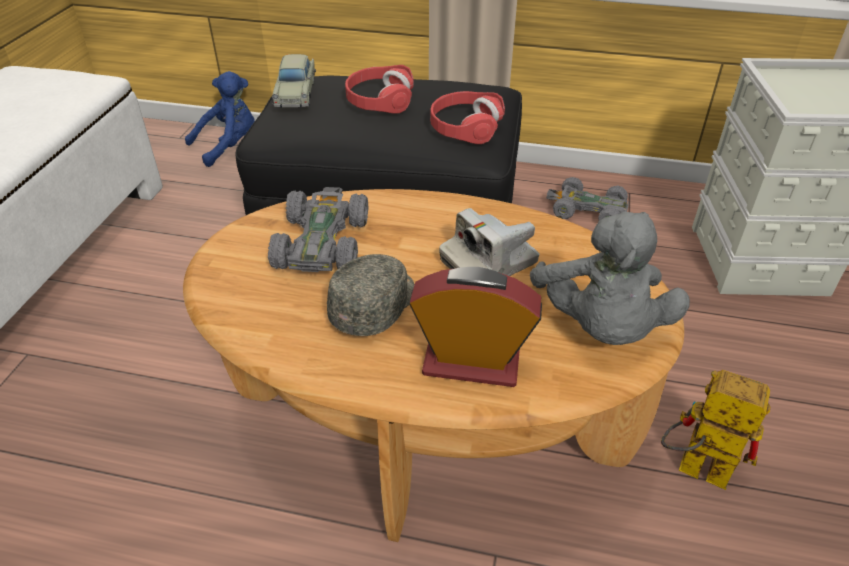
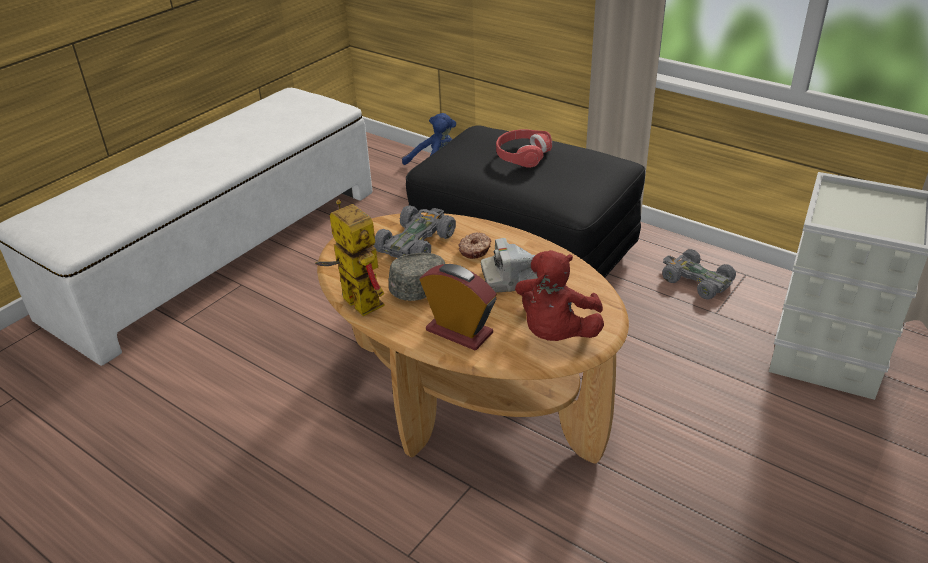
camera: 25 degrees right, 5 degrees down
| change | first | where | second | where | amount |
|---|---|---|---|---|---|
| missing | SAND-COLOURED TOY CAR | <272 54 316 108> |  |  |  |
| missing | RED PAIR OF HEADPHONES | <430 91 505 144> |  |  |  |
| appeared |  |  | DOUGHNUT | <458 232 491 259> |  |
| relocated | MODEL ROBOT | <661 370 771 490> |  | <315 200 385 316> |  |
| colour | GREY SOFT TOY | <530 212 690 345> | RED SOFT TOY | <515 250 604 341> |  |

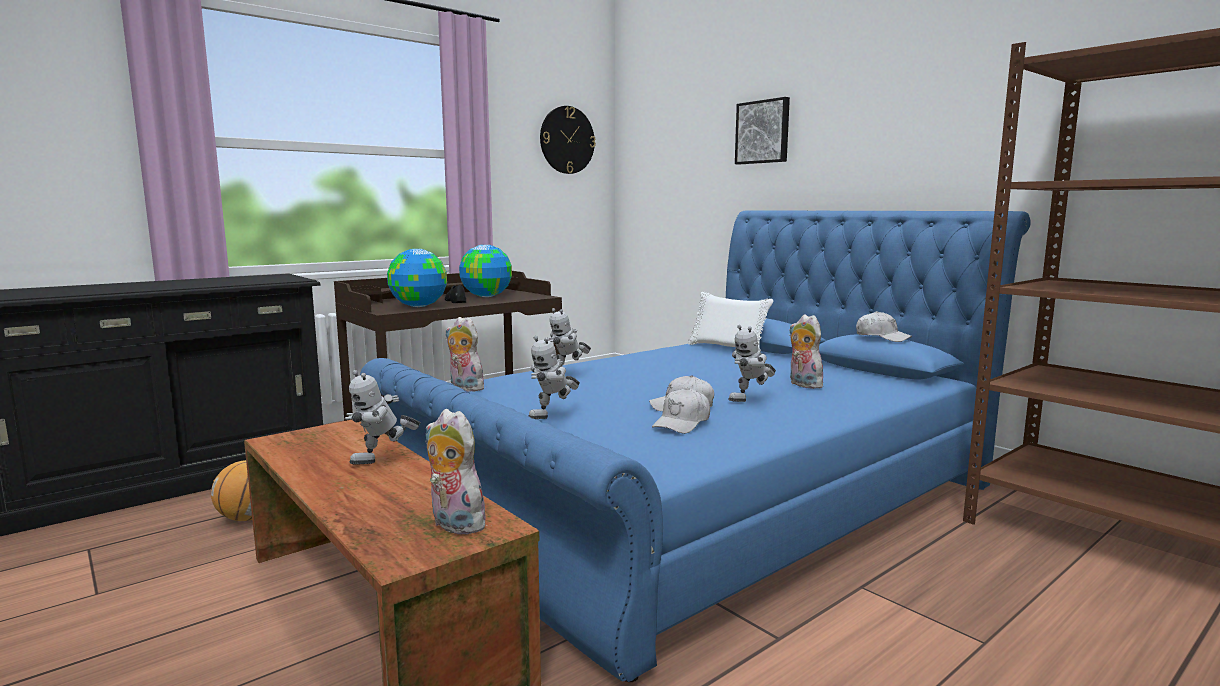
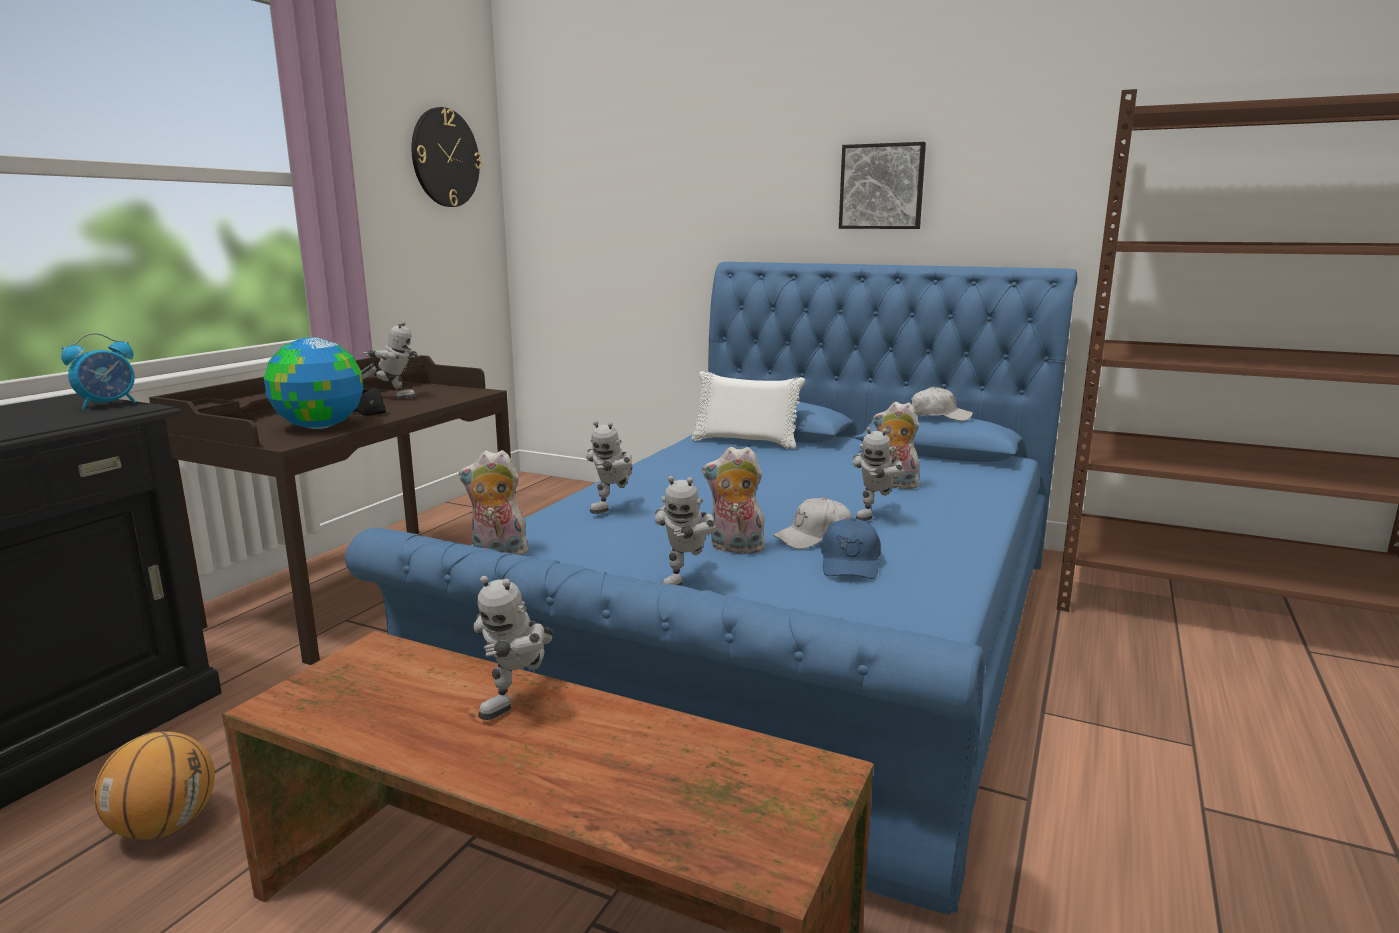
camera: 25 degrees left, 5 degrees up
| change | first | where | second | where | amount |
|---|---|---|---|---|---|
| appeared |  |  | TABLE CLOCK | <61 333 136 410> |  |
| relocated | SOFT TOY | <426 409 488 535> |  | <702 447 767 556> |  |
| relocated | PICTURE | <735 97 790 164> |  | <839 142 926 229> |  |
| exchanged | GLOBE | <459 245 512 297> | MODEL ROBOT | <362 321 420 399> |  |
| colour | WHITISH PEAKED CAP | <652 388 710 434> | BLUE PEAKED CAP | <821 518 881 579> |  |

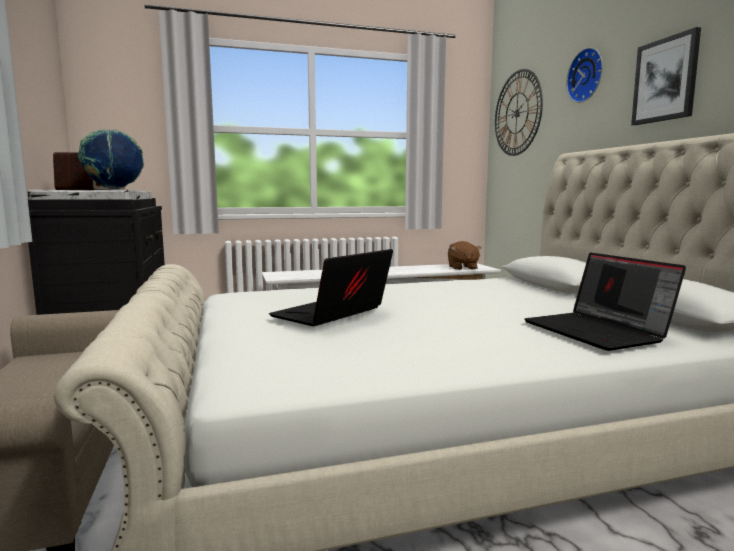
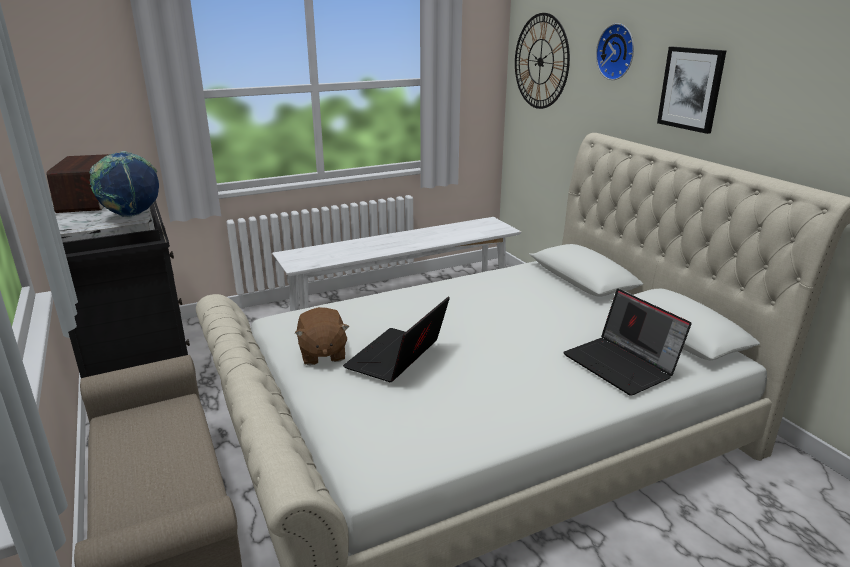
camera: 10 degrees left, 15 degrees up
| change | first | where | second | where | amount |
|---|---|---|---|---|---|
| relocated | BROWNISH SOFT TOY | <448 241 482 270> |  | <295 307 349 365> |  |

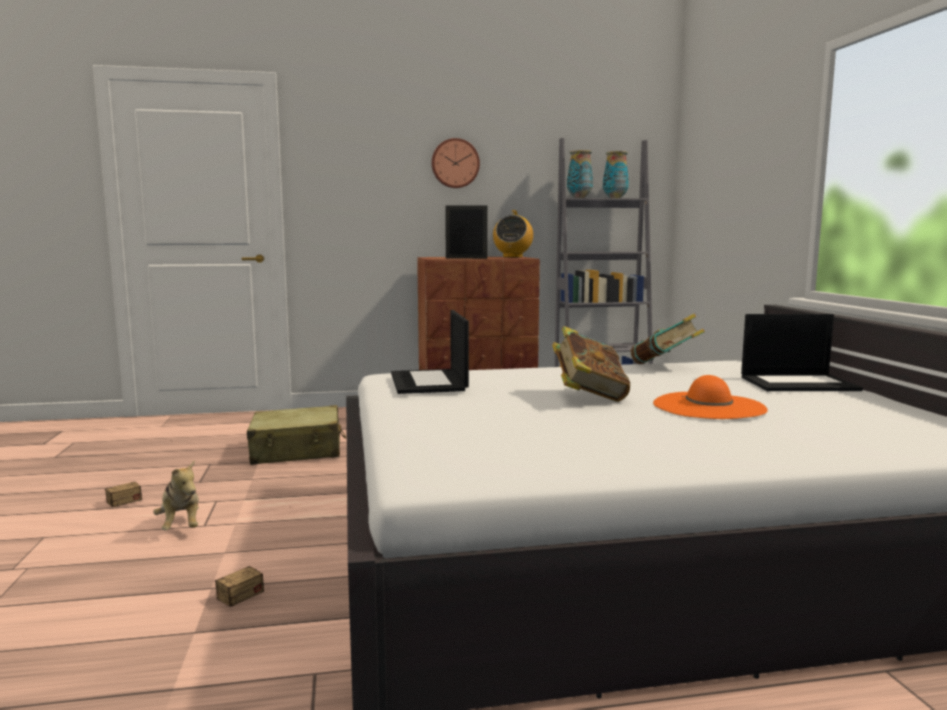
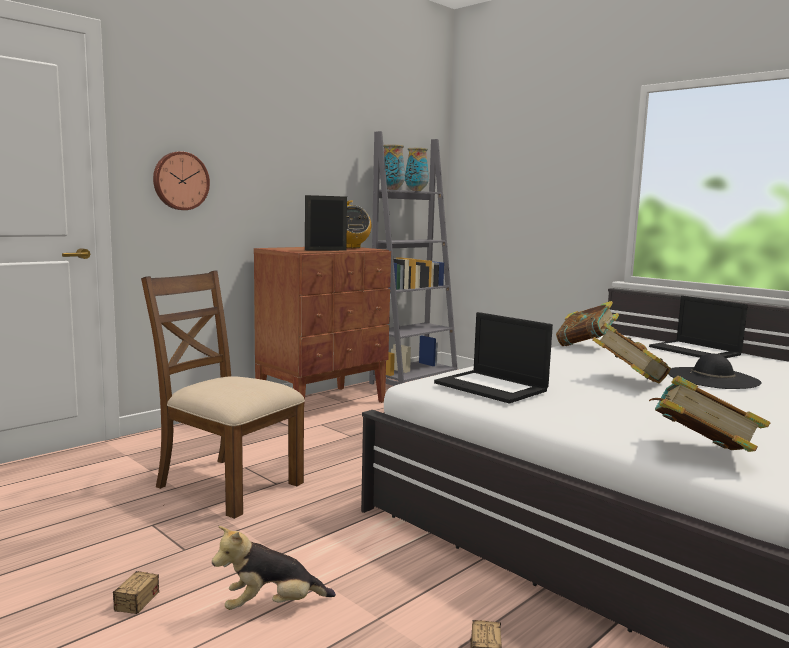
camera: 35 degrees left, 0 degrees up
| change | first | where | second | where | amount |
|---|---|---|---|---|---|
| appeared |  |  | BOOK | <649 376 770 452> |  |
| relocated | CLOCK ON THE WALL | <431 138 480 188> |  | <153 151 210 210> |  |
| exchanged | SAND-COLOURED TRAVEL CASE | <247 405 346 465> | BROWNISH UPRIGHT CHAIR | <141 270 305 519> |  |
| colour | ORANGE-COLOURED CLOTHING HAT | <653 375 768 419> | BLACK-COLOURED CLOTHING HAT | <668 353 761 389> |  |
| spun | SOFT TOY | <153 460 199 530> |  | <212 526 336 610> | 135 degrees clockwise |
| spun | LAPTOP | <741 314 863 391> |  | <649 296 748 358> | 90 degrees clockwise |

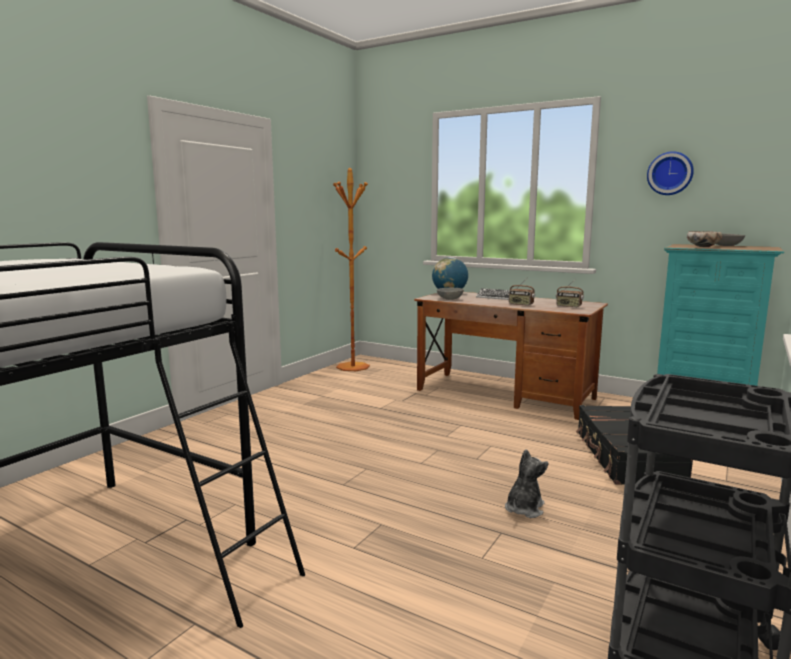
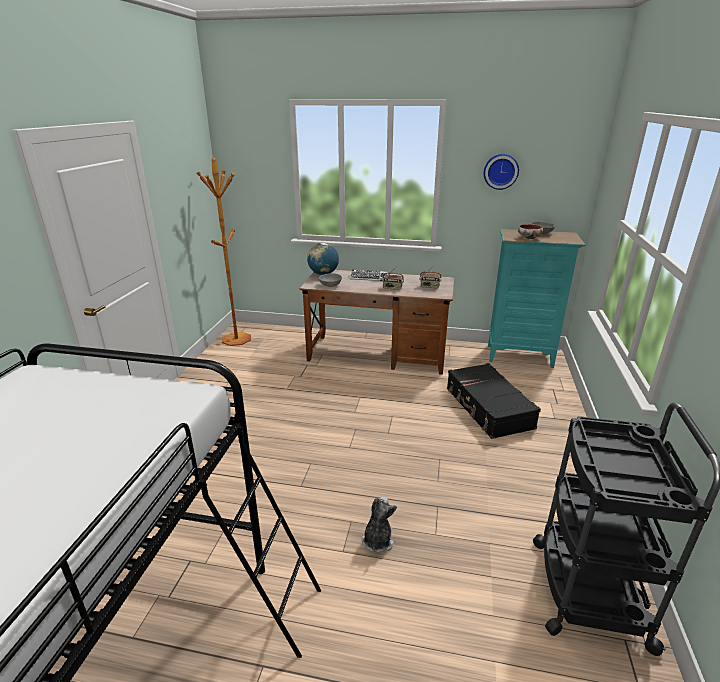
camera: 20 degrees left, 15 degrees up
| change | first | where | second | where | amount |
|---|---|---|---|---|---|
| relocated | SOFT TOY | <505 449 549 518> |  | <362 496 397 553> |  |

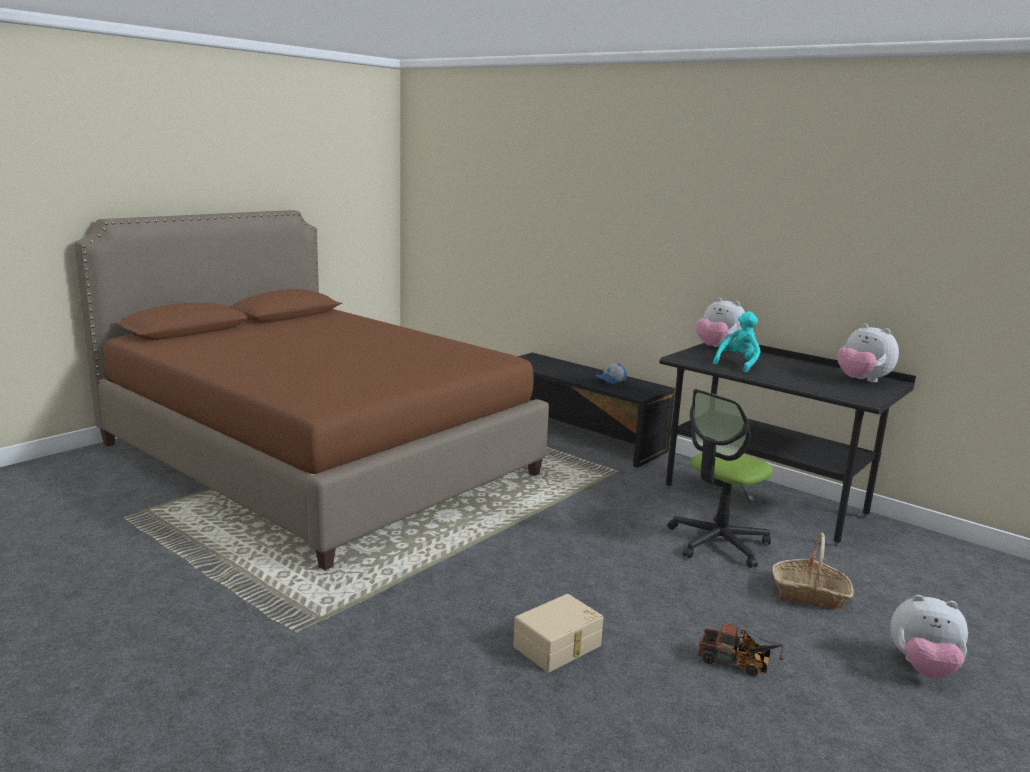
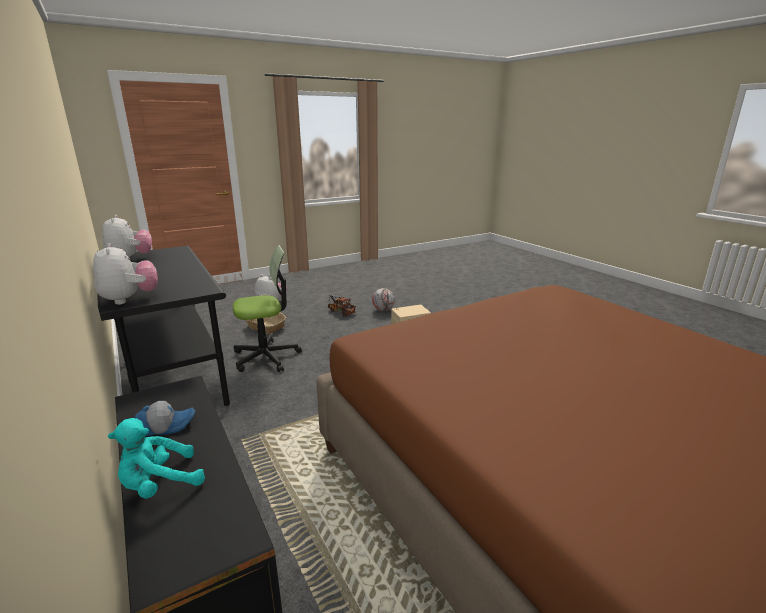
camera: 160 degrees left, 5 degrees up
| change | first | where | second | where | amount |
|---|---|---|---|---|---|
| appeared |  |  | BALL FOR FOOTBALL | <372 288 395 311> |  |
| relocated | TURQUOISE SOFT TOY | <713 311 761 373> |  | <108 418 205 499> |  |

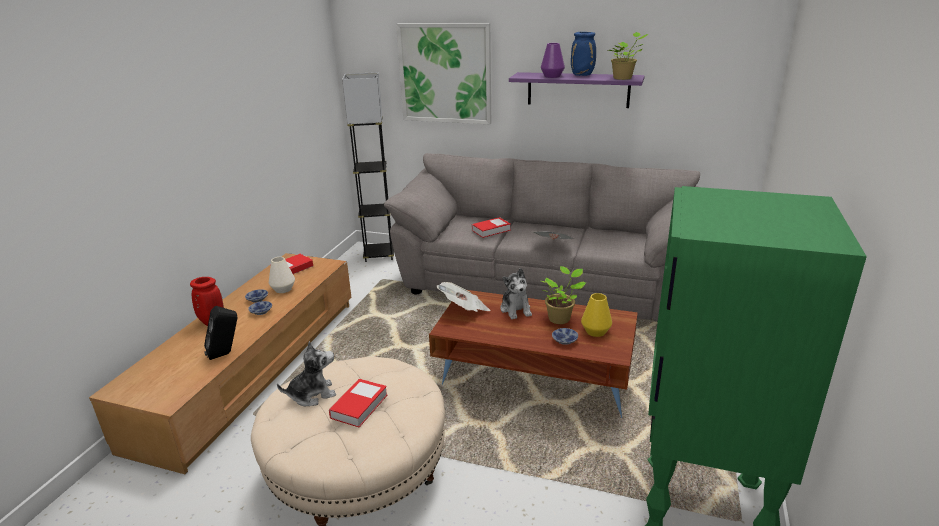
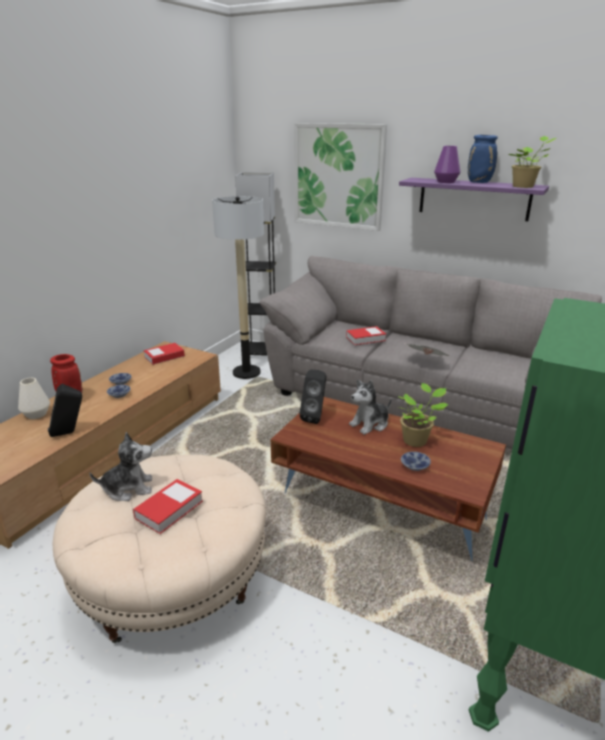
camera: 10 degrees right, 0 degrees up
| change | first | where | second | where | amount |
|---|---|---|---|---|---|
| missing | YELLOWISH VASE | <581 293 612 337> |  |  |  |
| appeared |  |  | STANDARD LAMP | <212 196 264 379> |  |
| relocated | WHITISH VASE | <269 257 295 293> |  | <18 378 50 419> |  |
| exchanged | PRINTED PAPER | <436 282 491 312> | BLACK-COLOURED AUDIO SPEAKER | <299 370 326 424> |  |
| spun | SOFT TOY | <501 268 532 319> |  | <349 379 392 435> | 60 degrees clockwise |

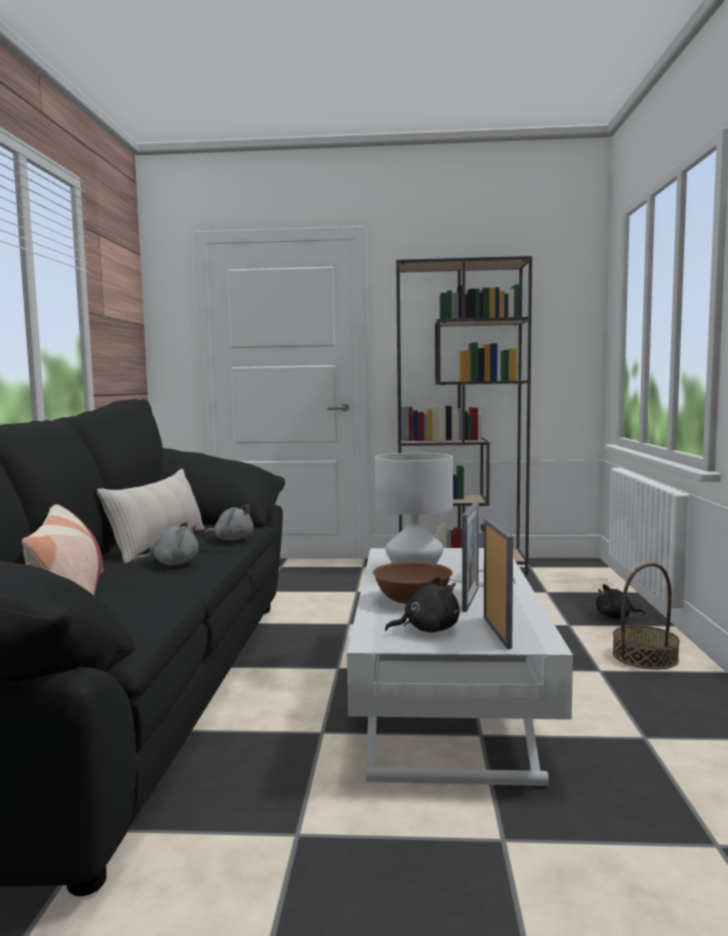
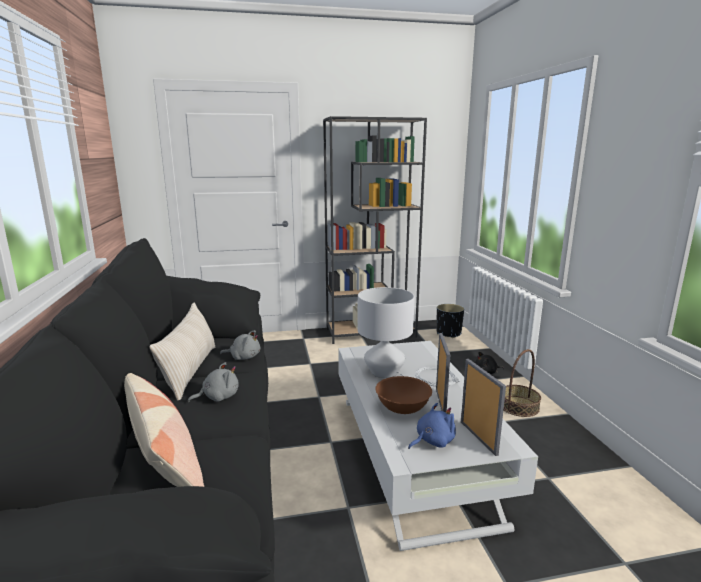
camera: 15 degrees left, 10 degrees up
| change | first | where | second | where | amount |
|---|---|---|---|---|---|
| appeared |  |  | BLACK-COLOURED FLOWER POT | <437 304 464 338> |  |
| colour | BLACK-COLOURED SOFT TOY | <385 577 460 633> | BLUE SOFT TOY | <408 403 456 449> |  |

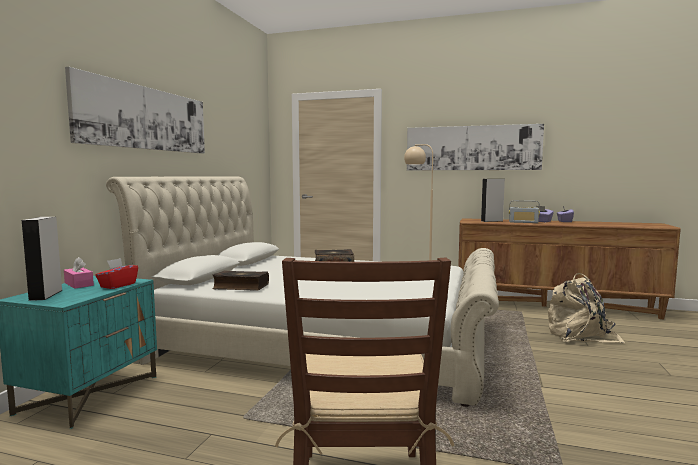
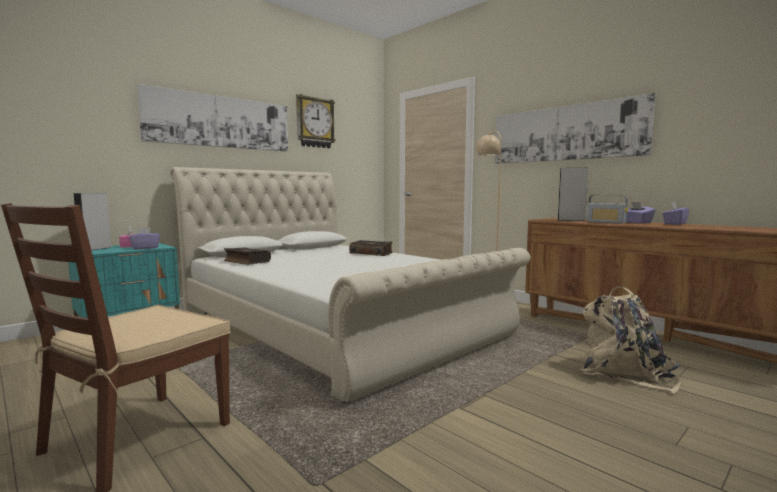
camera: 30 degrees right, 0 degrees up
| change | first | where | second | where | amount |
|---|---|---|---|---|---|
| appeared |  |  | CLOCK ON THE WALL | <296 94 336 148> |  |
| colour | RED TISSUE HOLDER | <95 258 138 289> | PURPLE-COLOURED TISSUE HOLDER | <129 228 160 249> |  |

